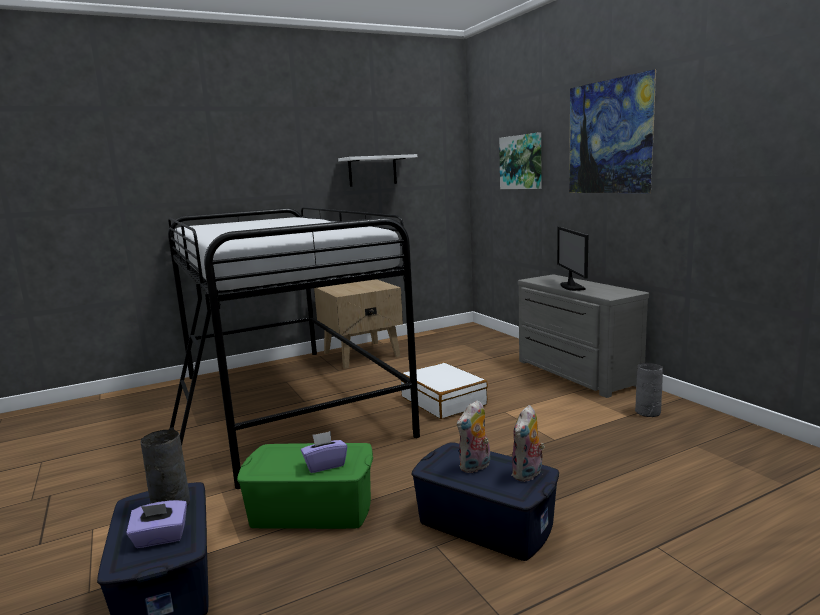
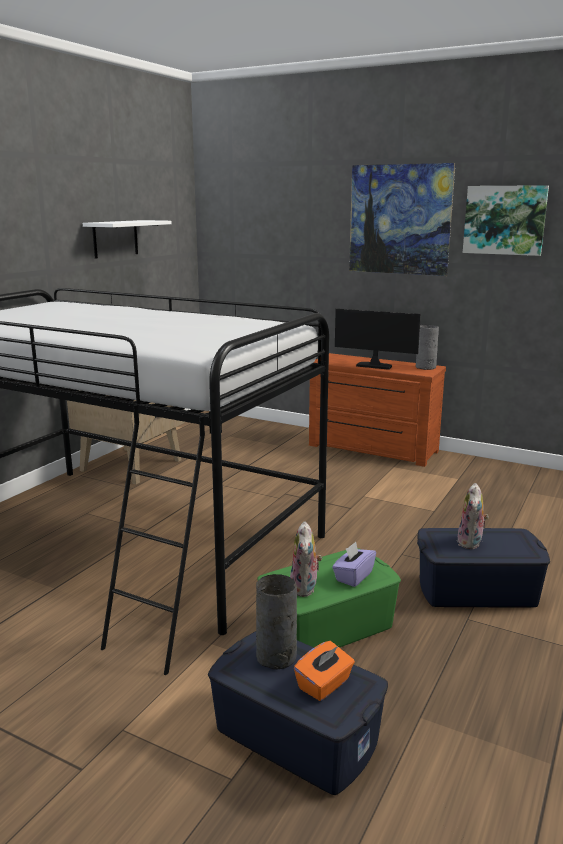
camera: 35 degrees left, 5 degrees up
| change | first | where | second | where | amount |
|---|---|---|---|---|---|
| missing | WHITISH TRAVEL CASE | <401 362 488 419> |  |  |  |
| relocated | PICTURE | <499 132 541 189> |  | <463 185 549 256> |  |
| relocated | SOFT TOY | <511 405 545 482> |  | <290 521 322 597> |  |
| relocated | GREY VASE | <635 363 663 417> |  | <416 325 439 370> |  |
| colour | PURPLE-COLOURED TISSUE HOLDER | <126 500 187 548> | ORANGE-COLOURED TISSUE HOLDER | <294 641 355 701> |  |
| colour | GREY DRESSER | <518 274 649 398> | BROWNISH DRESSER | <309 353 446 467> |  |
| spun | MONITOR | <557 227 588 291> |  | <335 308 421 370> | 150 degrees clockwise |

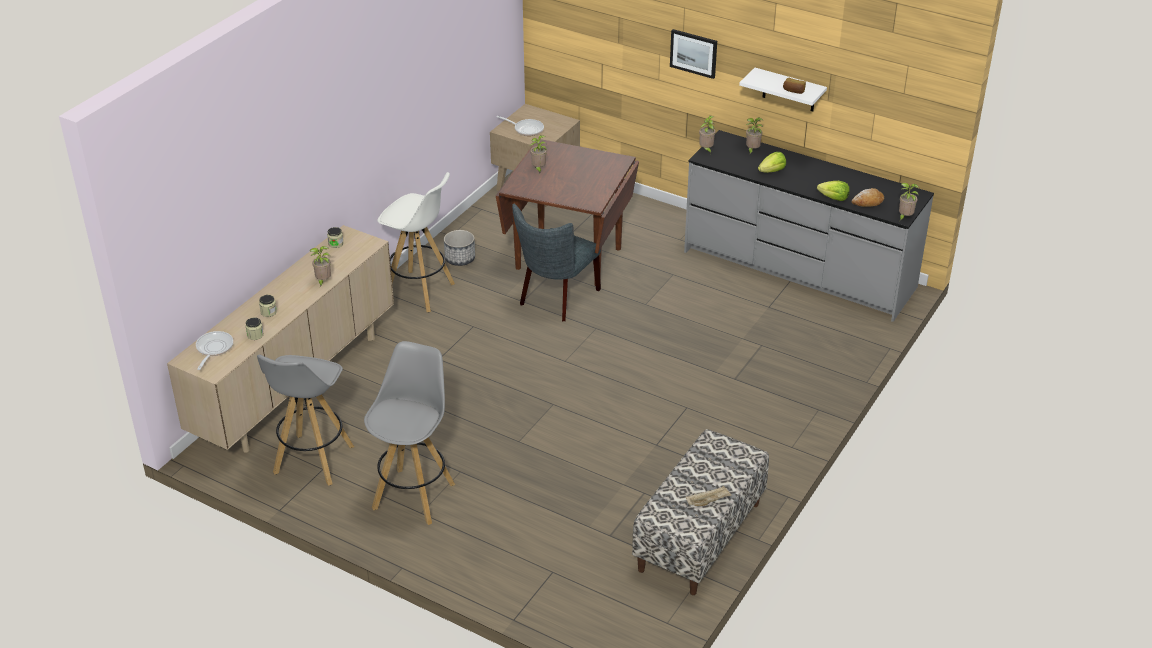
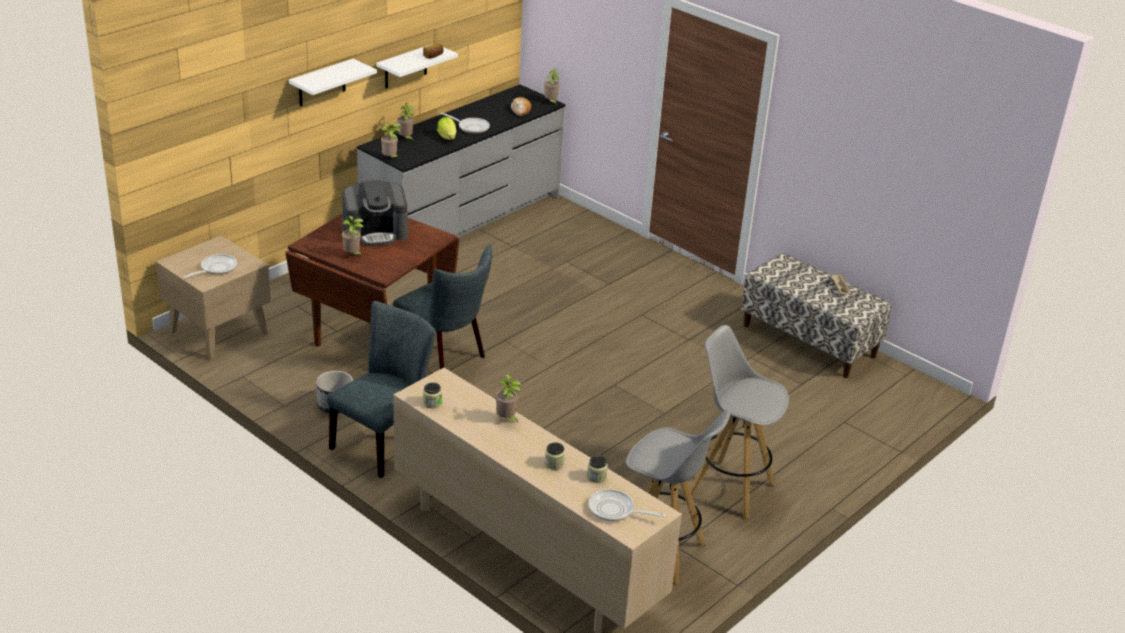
camera: 80 degrees left, 5 degrees down
| change | first | where | second | where | amount |
|---|---|---|---|---|---|
| missing | HEAD OF LETTUCE | <817 181 850 201> |  |  |  |
| appeared |  |  | COFFEE MAKER | <342 180 408 246> |  |
| appeared |  |  | PAN | <440 113 490 134> |  |
| exchanged | WHITISH STOOL | <377 172 455 313> | GREY UPRIGHT CHAIR | <327 301 436 478> |  |
| exchanged | PICTURE | <670 29 717 79> | WHITISH BRACKET SHELF | <289 59 377 106> |  |

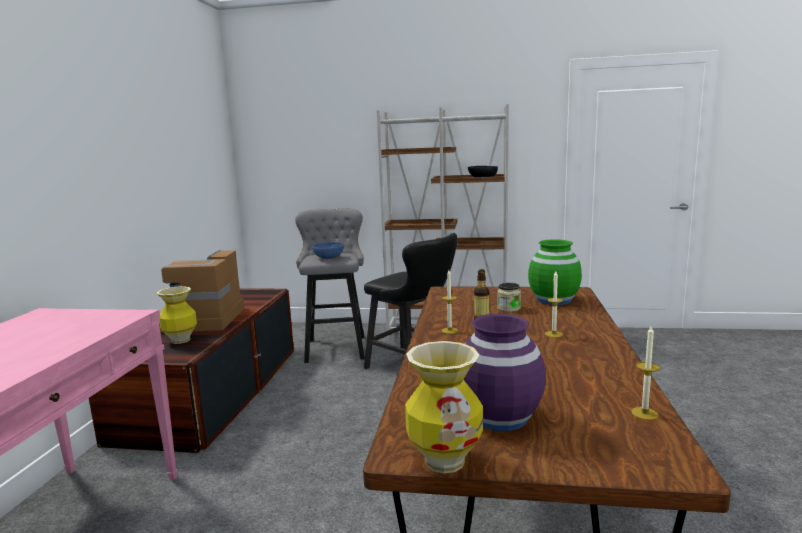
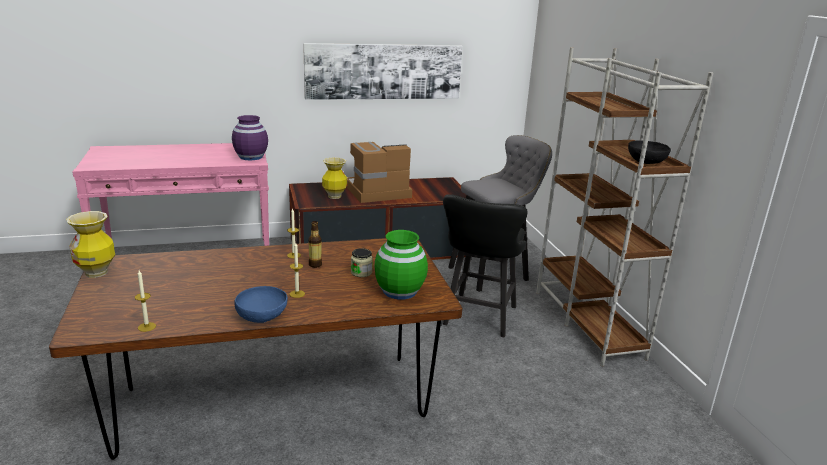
camera: 65 degrees right, 10 degrees up
| change | first | where | second | where | amount |
|---|---|---|---|---|---|
| appeared |  |  | PICTURE | <303 43 462 100> |  |
| relocated | BLUE SERVING BOWL | <312 242 344 259> |  | <234 286 288 323> |  |
| relocated | PURPLE-COLOURED VASE | <463 314 546 431> |  | <232 115 268 160> |  |

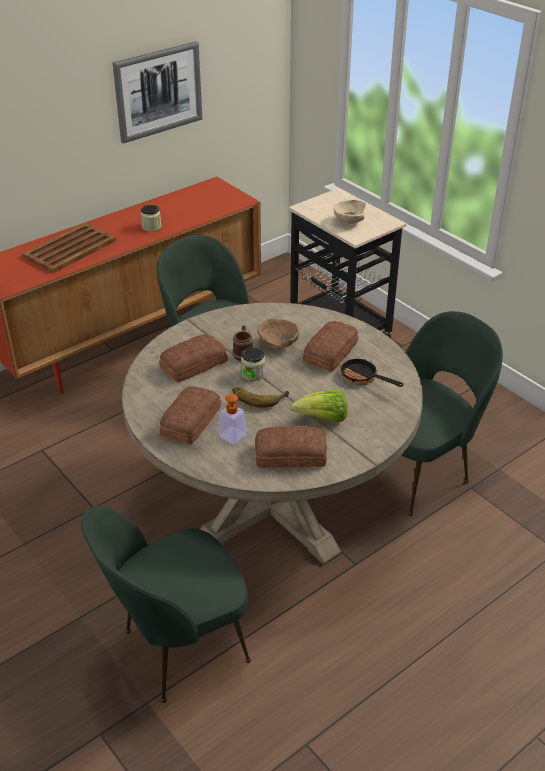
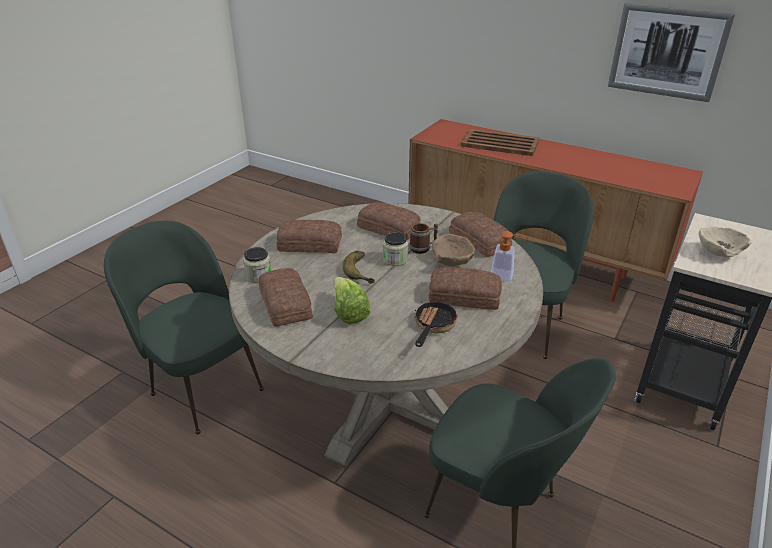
camera: 70 degrees right, 5 degrees down
| change | first | where | second | where | amount |
|---|---|---|---|---|---|
| appeared |  |  | BREAD | <449 212 512 257> |  |
| relocated | JAR | <141 205 161 232> |  | <243 247 271 283> |  |
| relocated | SOAP DISPENSER | <219 387 247 444> |  | <491 231 528 281> |  |

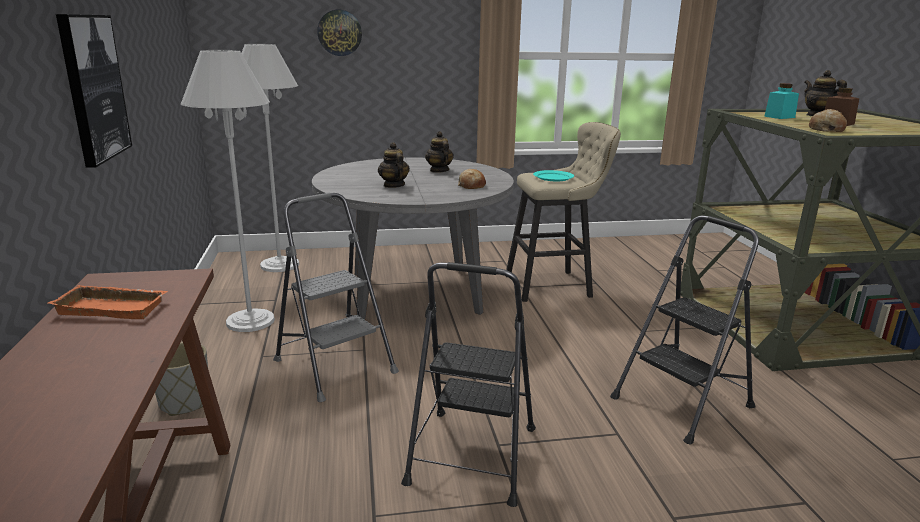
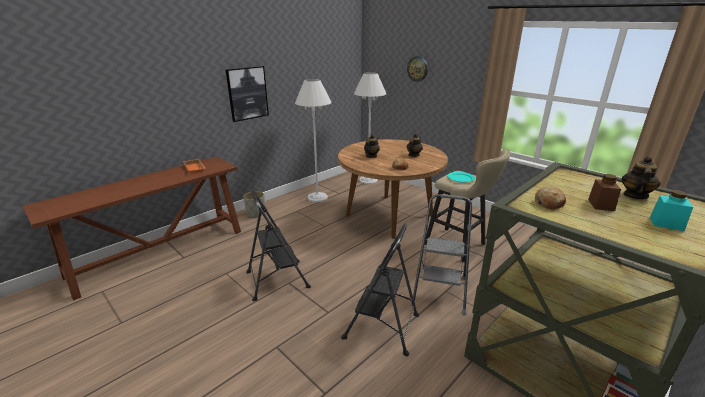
camera: 55 degrees right, 5 degrees up
| change | first | where | second | where | amount |
|---|---|---|---|---|---|
| relocated | GREY STEP STOOL | <273 193 399 402> |  | <411 194 472 315> |  |
| relocated | TURQUOISE JAR | <764 83 799 119> |  | <650 190 693 231> |  |
| colour | GREY DINING TABLE | <312 157 514 320> | BROWNISH DINING TABLE | <338 139 448 238> |  |

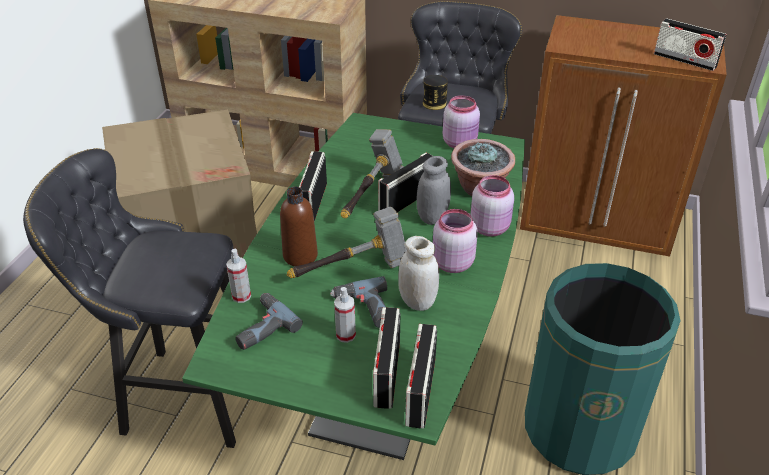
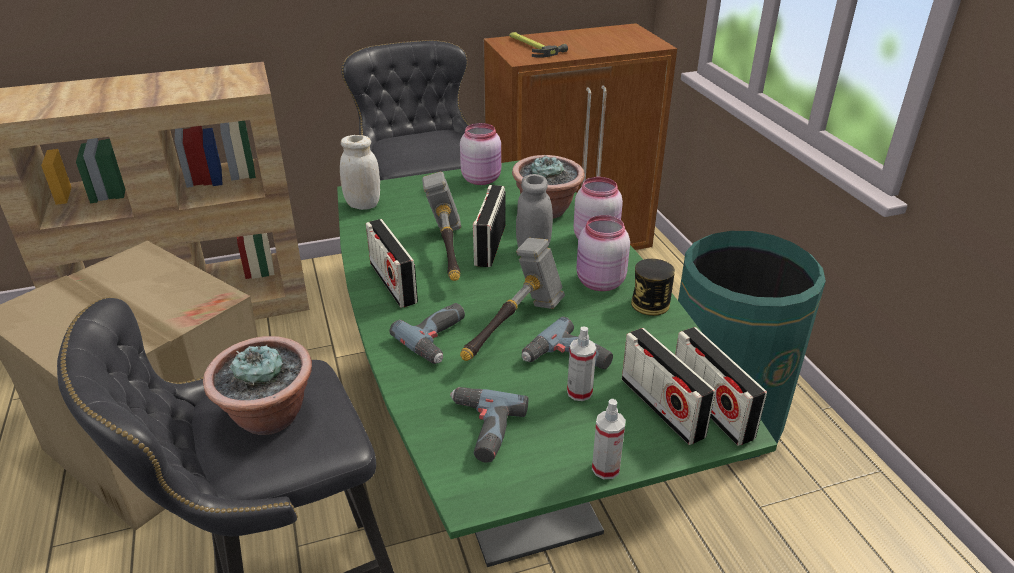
camera: 35 degrees left, 5 degrees down
| change | first | where | second | where | amount |
|---|---|---|---|---|---|
| missing | RADIO | <654 18 727 71> |  |  |  |
| appeared |  |  | POTTED PLANT | <203 336 312 435> |  |
| appeared |  |  | TOOL HAMMER | <509 32 568 58> |  |
| relocated | SPRAY BOTTLE | <226 249 251 303> |  | <592 399 626 479> |  |
| relocated | WHITISH JAR | <398 236 439 311> |  | <340 135 380 210> |  |
| relocated | SEALED CAN | <423 75 448 110> |  | <631 259 675 316> |  |
| exchanged | BROWNISH DRINK BOTTLE | <280 187 318 266> | DRILL | <389 303 465 364> |  |

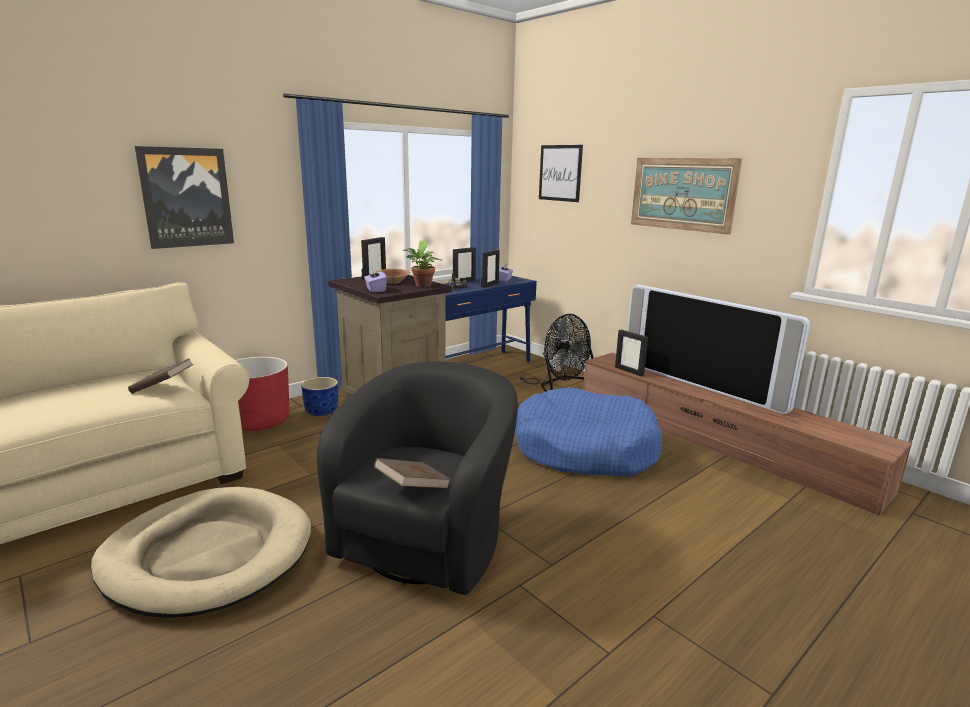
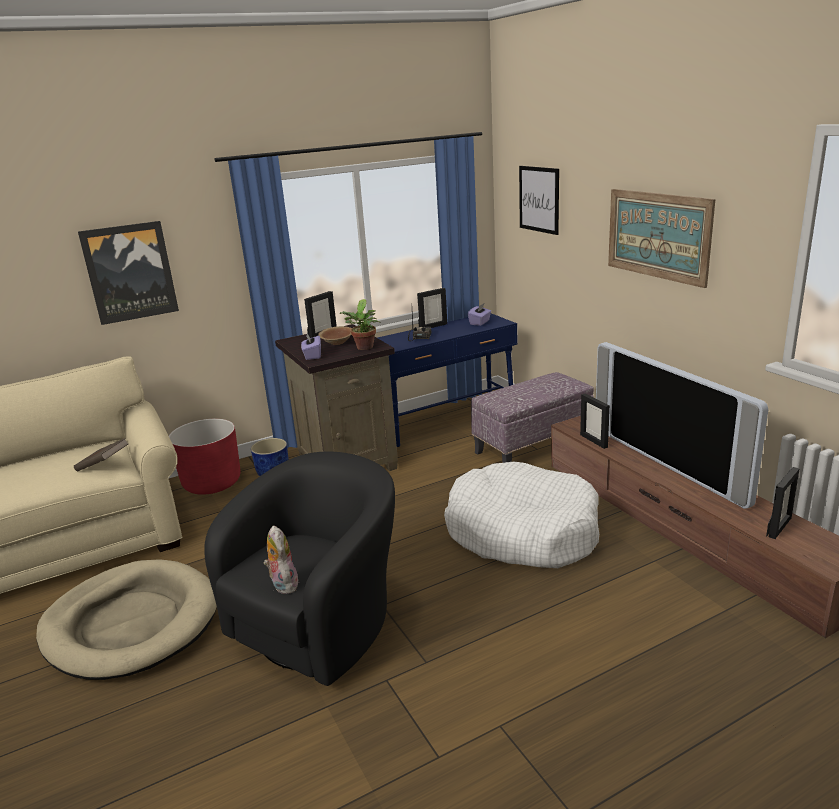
camera: 15 degrees right, 5 degrees up
| change | first | where | second | where | amount |
|---|---|---|---|---|---|
| relocated | PHOTO FRAME | <481 249 500 288> |  | <766 467 799 539> |  |
| exchanged | BROWNISH BOOK | <374 458 451 488> | SOFT TOY | <264 525 299 594> |  |
| exchanged | BLACK-COLOURED FAN | <520 314 594 392> | POUFFE | <471 372 594 463> |  |
| colour | BLUE PET BED | <515 387 662 476> | WHITISH PET BED | <444 461 599 568> |  |

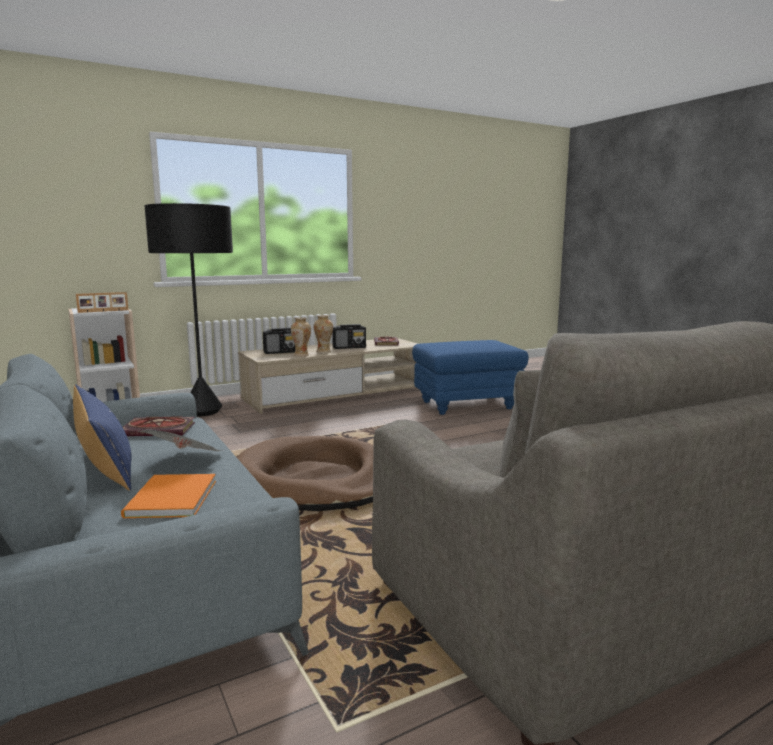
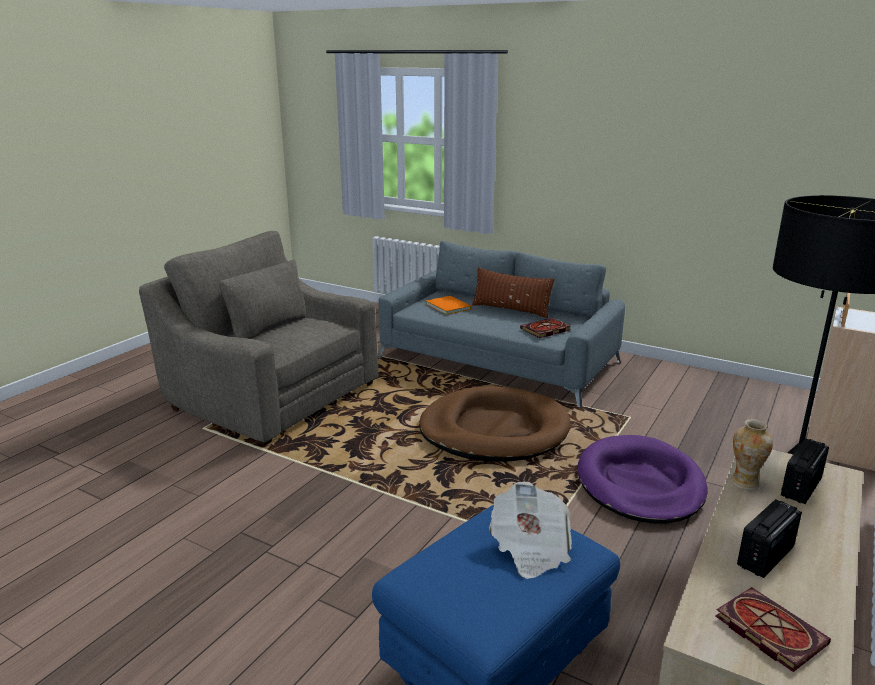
camera: 150 degrees right, 10 degrees up
| change | first | where | second | where | amount |
|---|---|---|---|---|---|
| missing | VASE | <314 315 333 353> |  |  |  |
| appeared |  |  | PURPLE-COLOURED PET BED | <578 435 708 524> |  |
| relocated | PRINTED PAPER | <137 430 224 451> |  | <489 482 572 579> |  |
| colour | BLUE THROW PILLOW | <73 384 131 491> | BROWNISH THROW PILLOW | <472 267 555 319> |  |

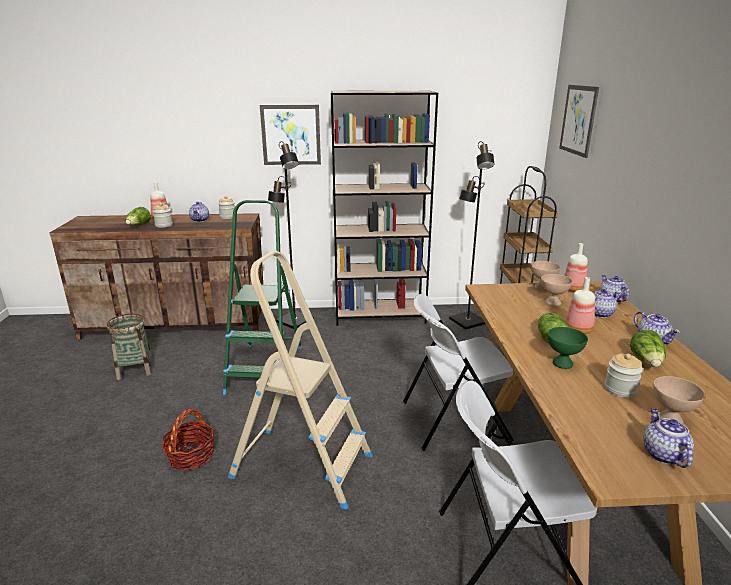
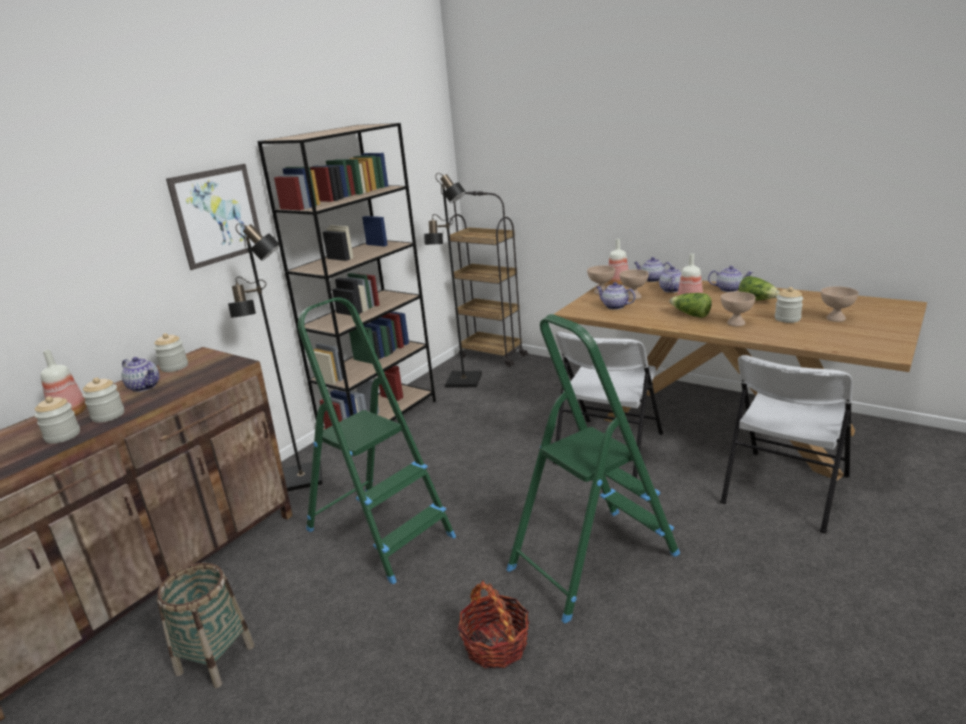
camera: 50 degrees left, 0 degrees up
| change | first | where | second | where | amount |
|---|---|---|---|---|---|
| missing | PICTURE | <559 85 599 158> |  |  |  |
| relocated | POT FOR TEA | <643 408 694 468> |  | <596 282 636 310> |  |
| exchanged | HEAD OF LETTUCE | <125 207 151 226> | JAR | <34 396 80 444> |  |
| colour | SAND-COLOURED STEP STOOL | <228 251 373 509> | GREEN STEP STOOL | <507 314 680 623> |  |
| colour | GREEN SERVING BOWL | <548 327 588 369> | SAND-COLOURED SERVING BOWL | <721 292 756 326> |  |

